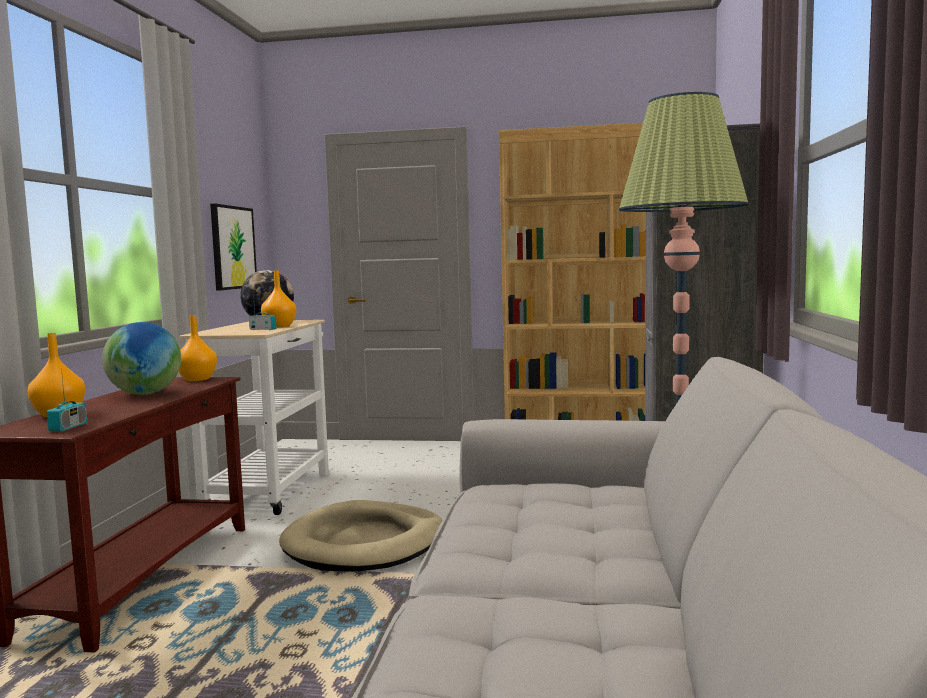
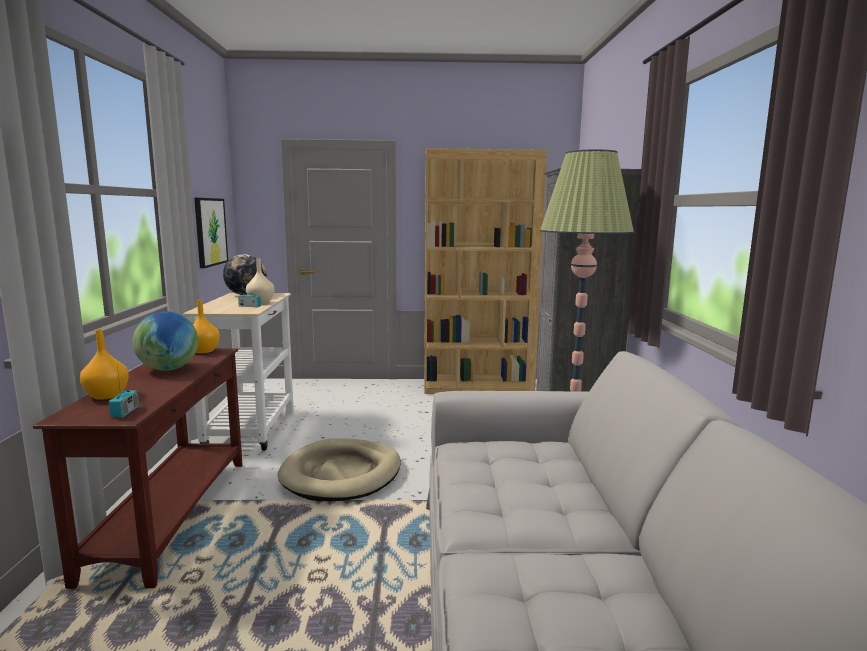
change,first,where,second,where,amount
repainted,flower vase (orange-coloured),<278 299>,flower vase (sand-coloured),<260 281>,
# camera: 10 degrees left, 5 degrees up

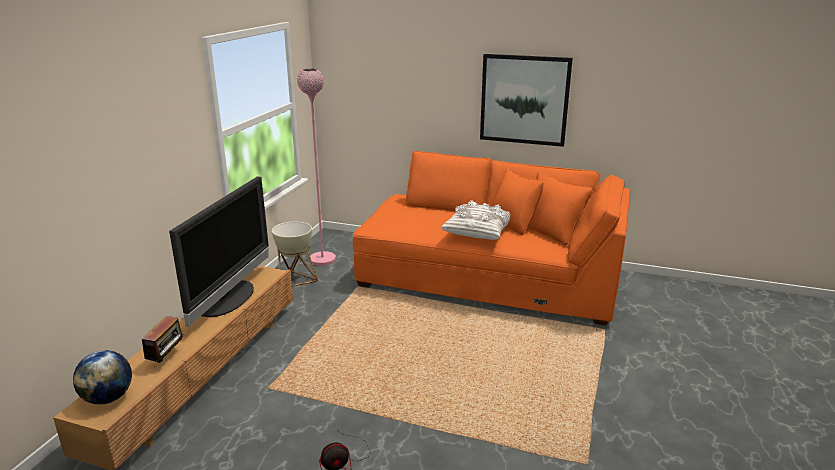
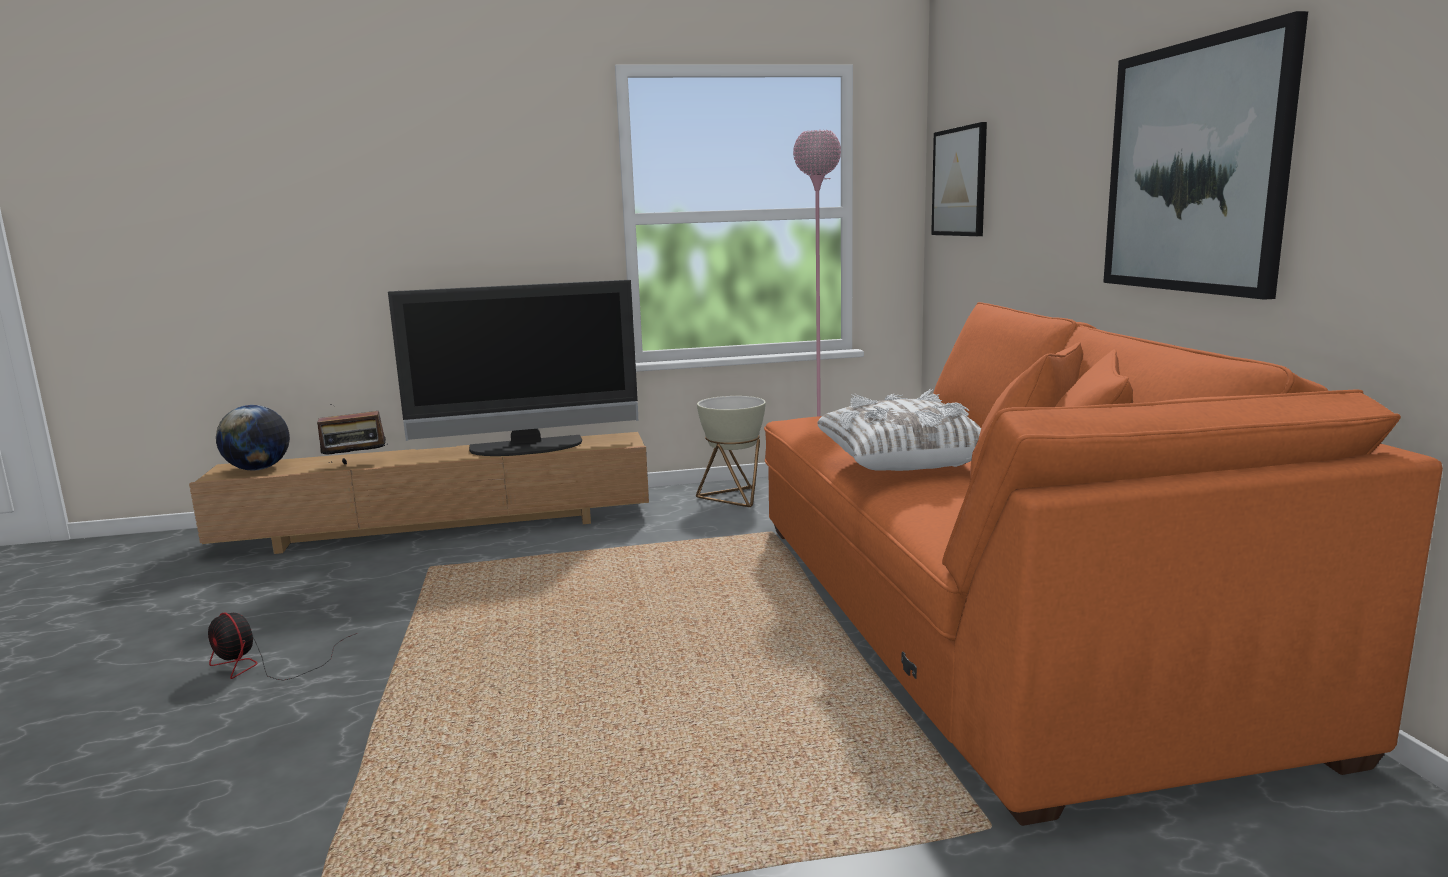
change,first,where,second,where,amount
new,,,wall picture,<959 179>,
# camera: 60 degrees right, 10 degrees down

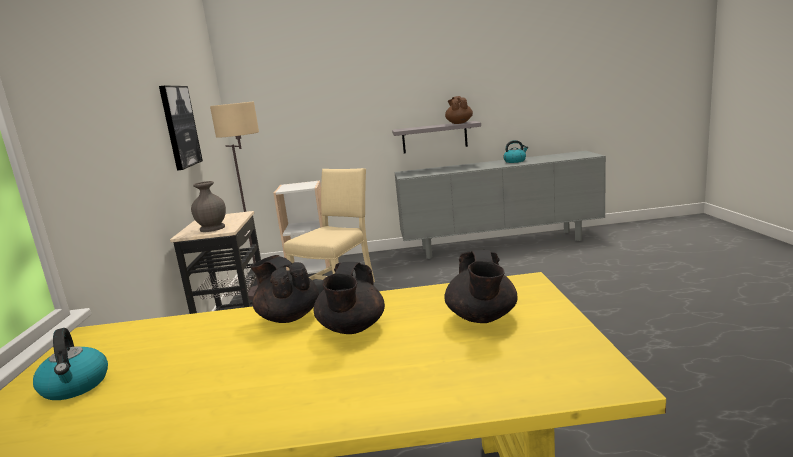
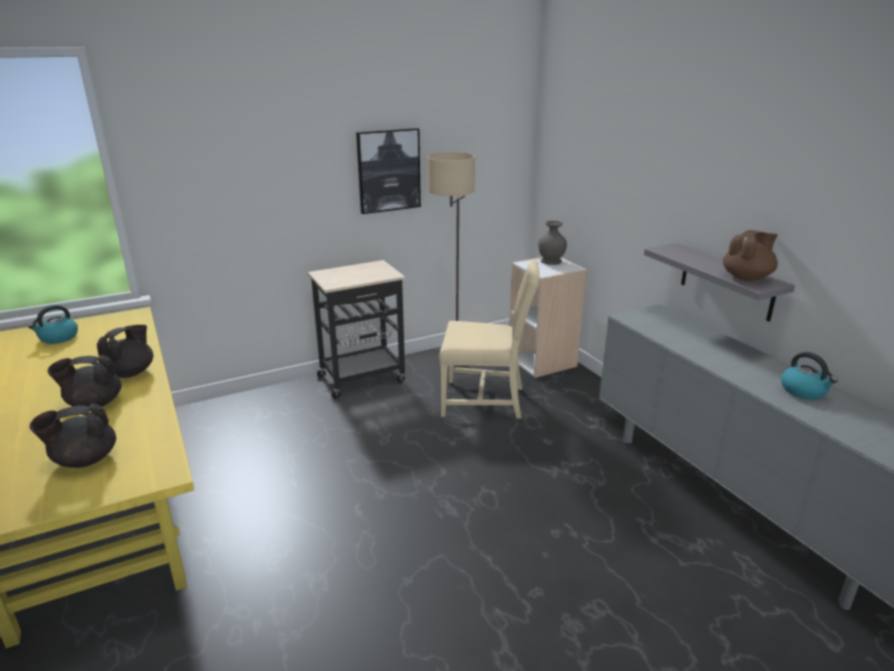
change,first,where,second,where,amount
shifted,flower vase (gray),<208 206>,,<552 243>,
# camera: 65 degrees right, 10 degrees up

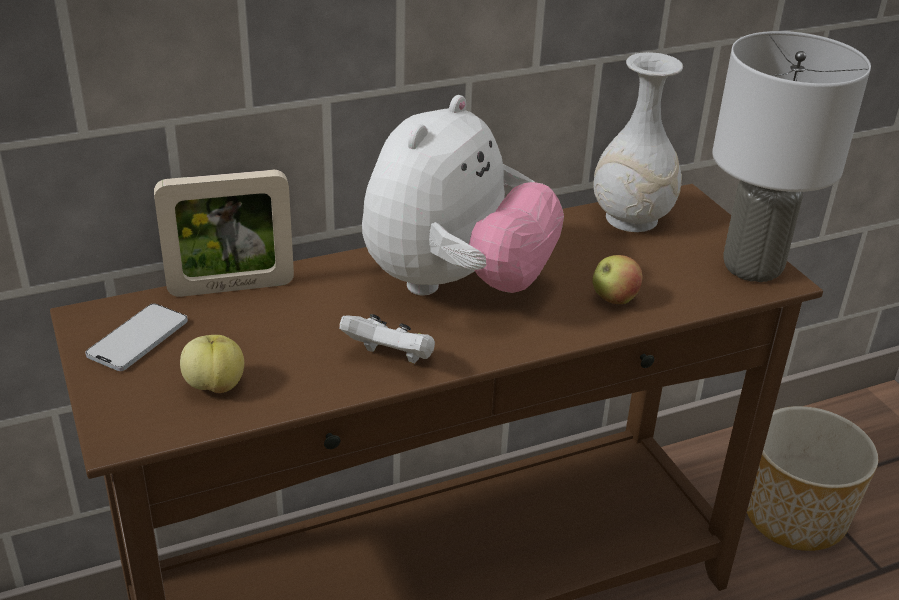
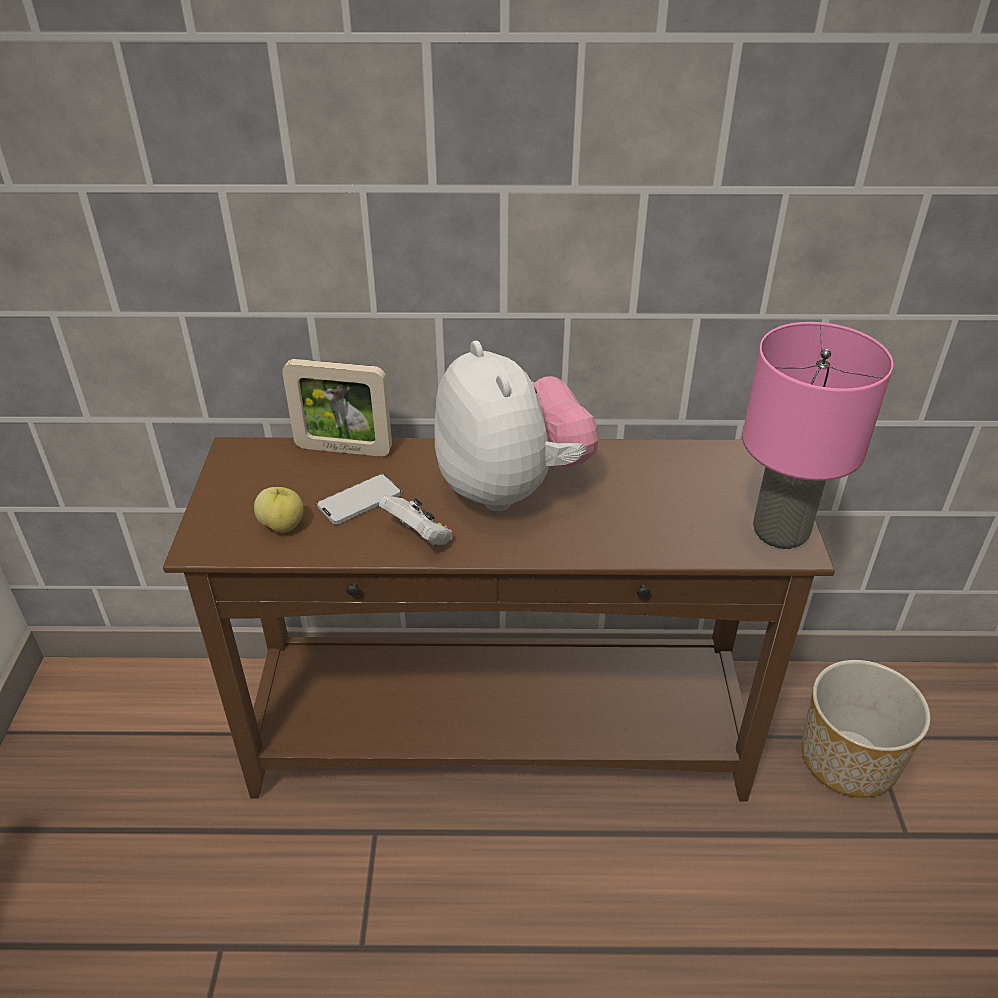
change,first,where,second,where,amount
shifted,handset,<136 337>,,<359 499>,
rotated,plush toy,<463 195>,,<516 426>,75 degrees counterclockwise
gone,whole apple,<617 279>,,,
gone,flower vase (white),<638 142>,,,
repainted,lamp for a table (white),<791 156>,lamp for a table (pinkish),<817 435>,
# camera: 25 degrees right, 5 degrees up

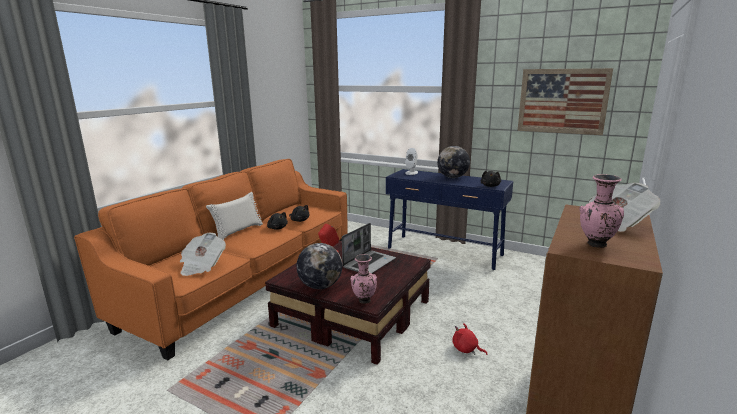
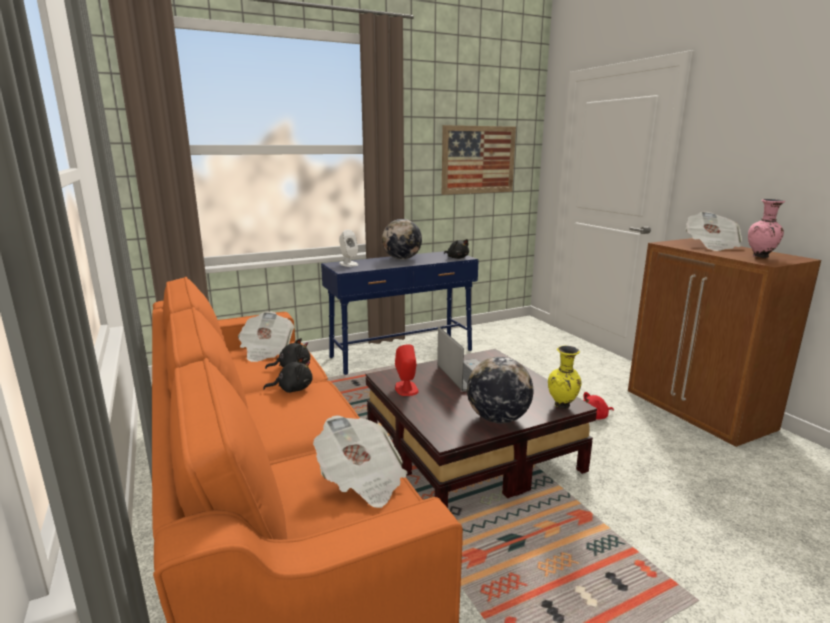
change,first,where,second,where,amount
gone,cushion (white),<234 216>,,,
repainted,flower vase (pinkish),<364 279>,flower vase (yellow-coloured),<564 377>,
new,,,daily paper,<266 337>,
# camera: 55 degrees left, 0 degrees up

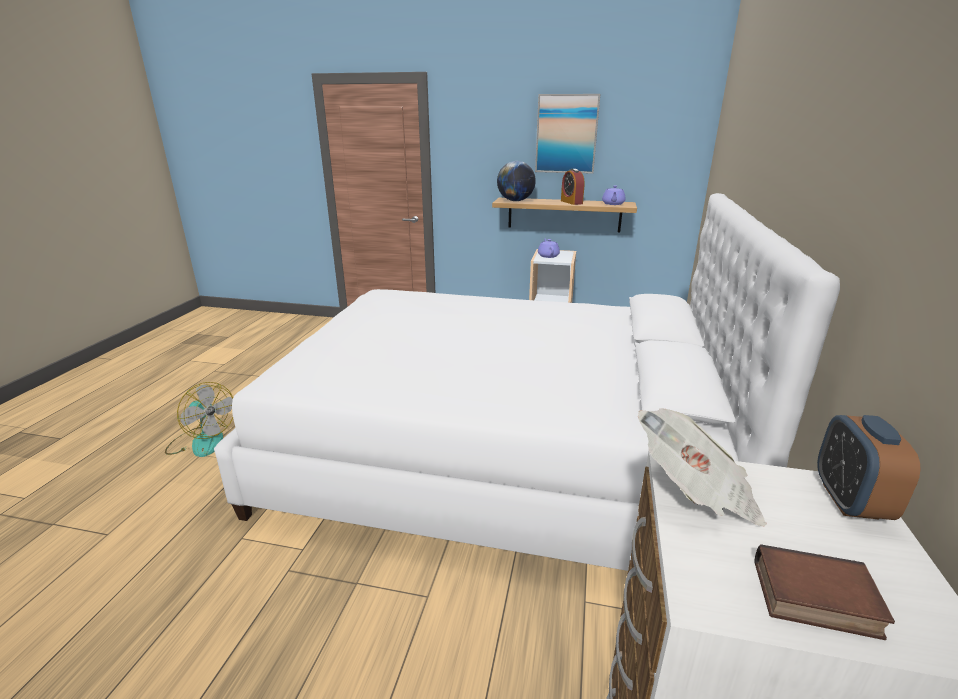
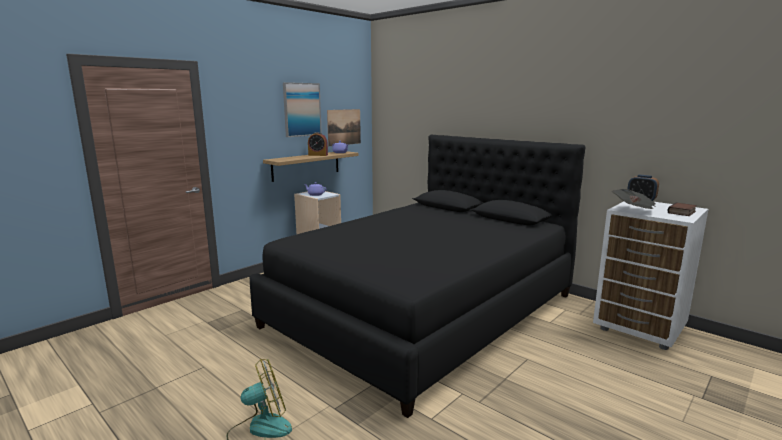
change,first,where,second,where,amount
repainted,sleeping bed (white),<527 382>,sleeping bed (black),<417 276>,
gone,world globe,<516 181>,,,
new,,,wall picture,<344 127>,
# camera: 60 degrees left, 10 degrees down

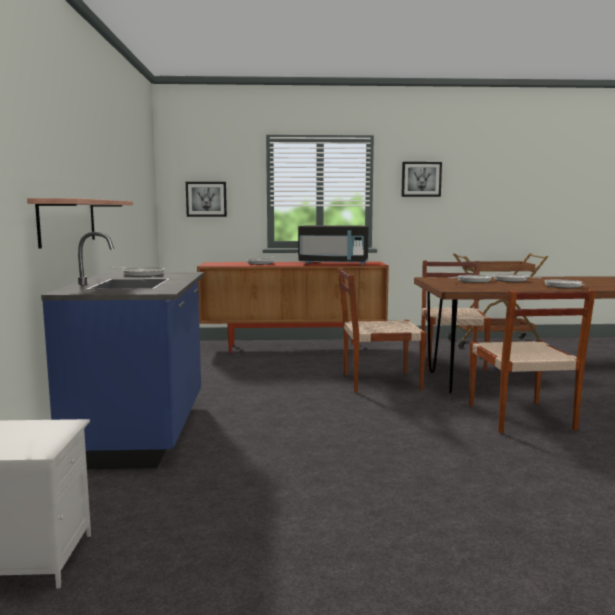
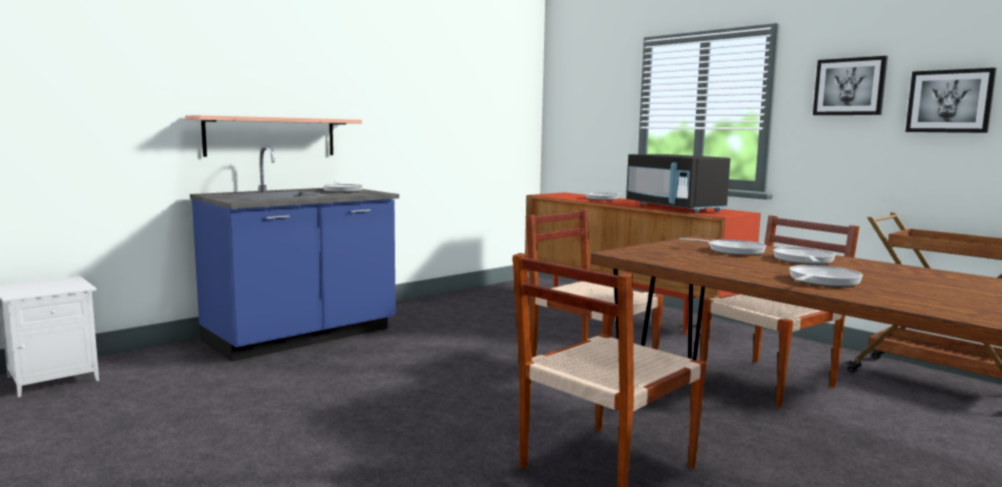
change,first,where,second,where,amount
shifted,wall picture,<206 199>,,<950 100>,
# camera: 50 degrees right, 0 degrees up

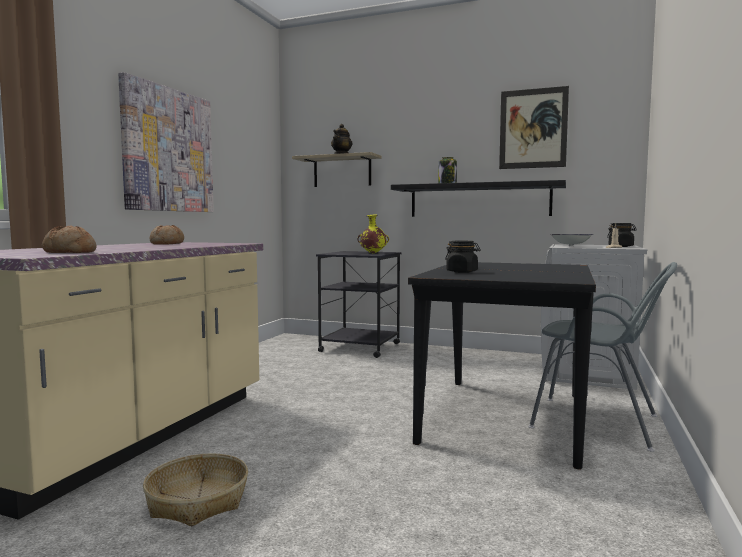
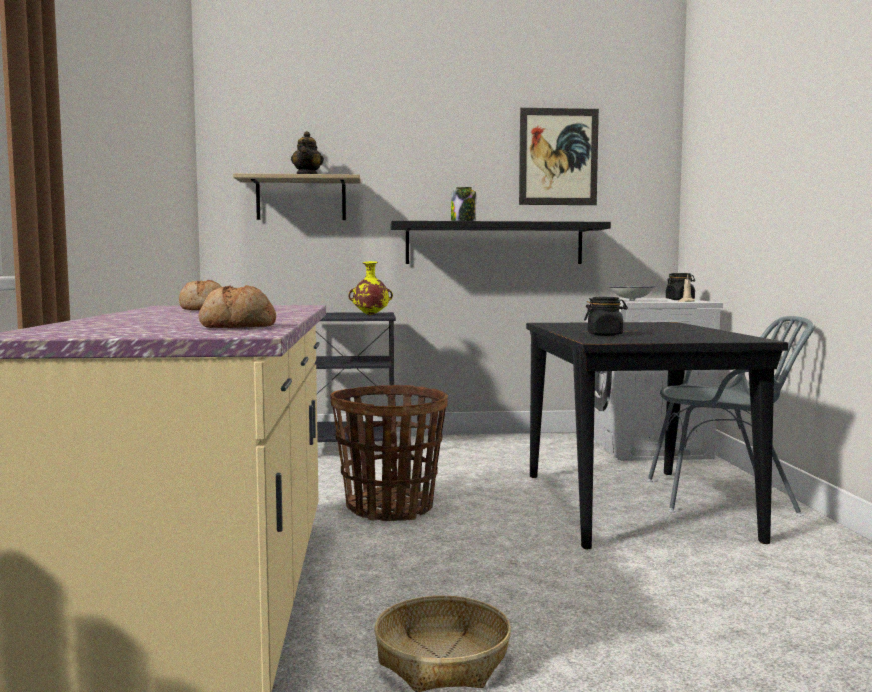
change,first,where,second,where,amount
gone,wall picture,<166 142>,,,
new,,,storage basket,<389 453>,
# camera: 25 degrees left, 0 degrees up

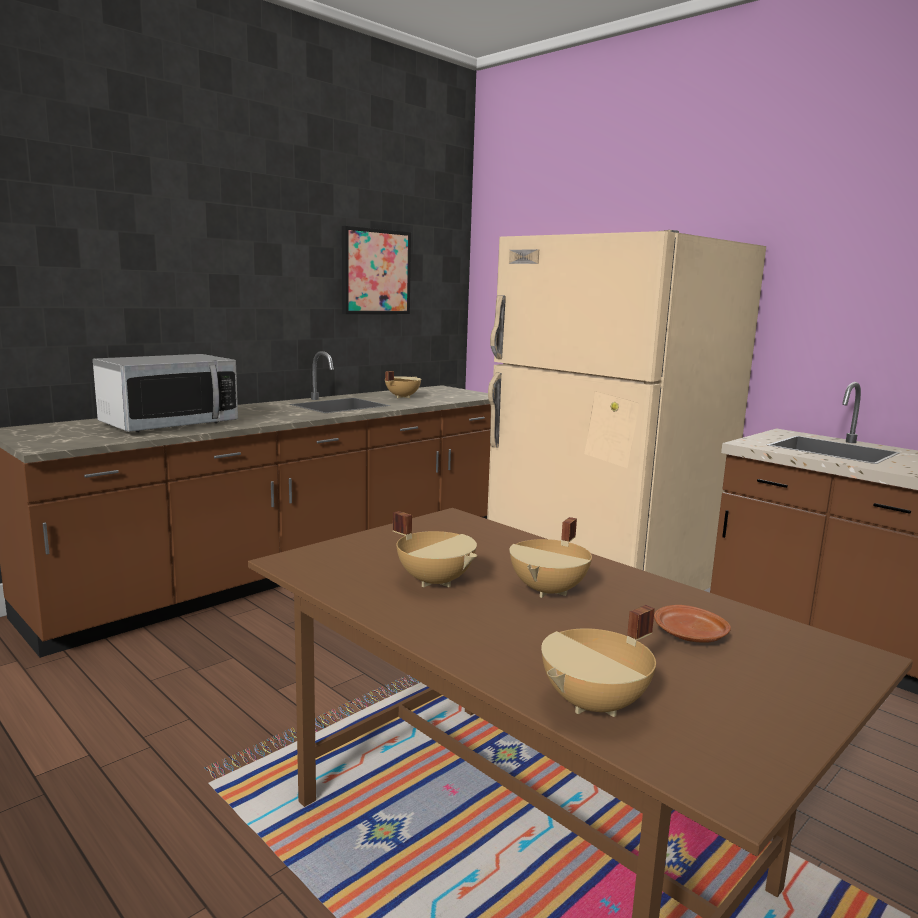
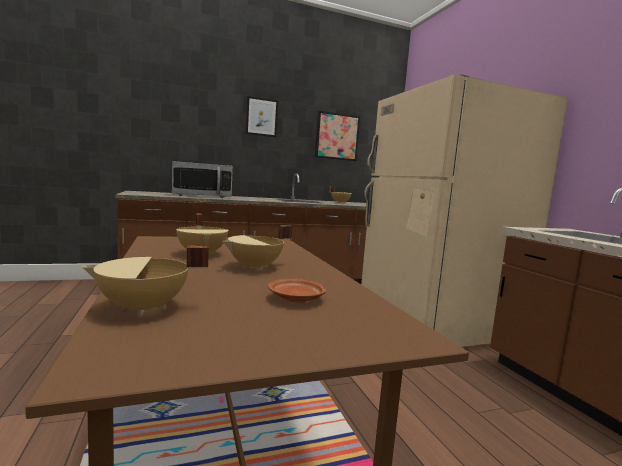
change,first,where,second,where,amount
new,,,wall picture,<261 116>,
# camera: 25 degrees right, 5 degrees down

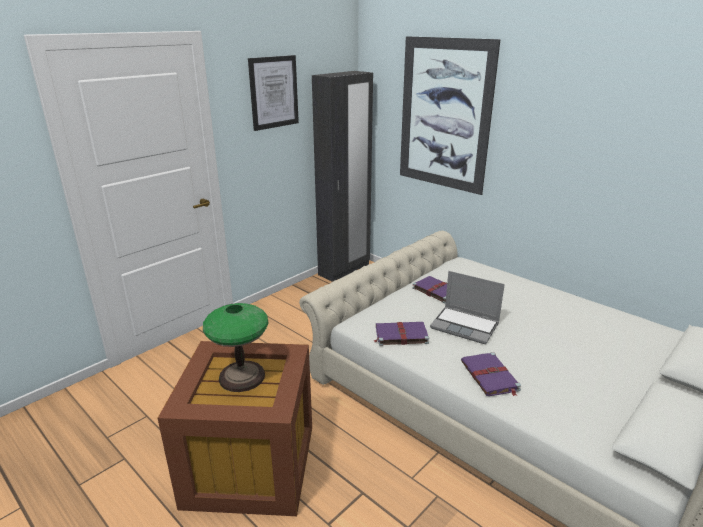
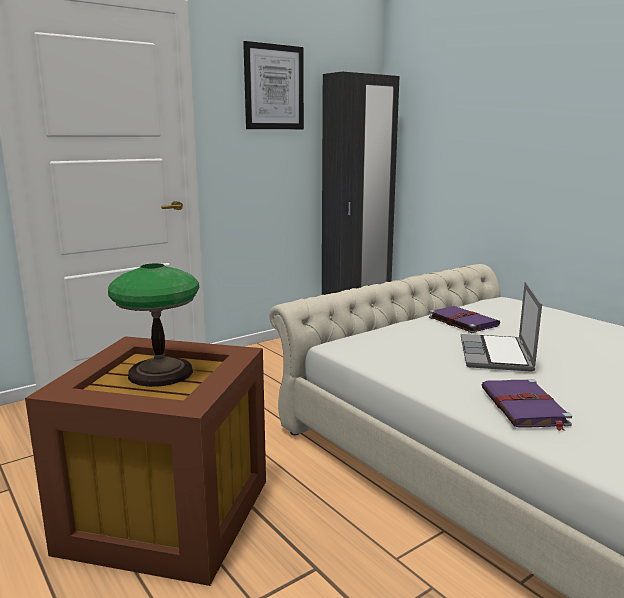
change,first,where,second,where,amount
gone,bound book (purple-coloured),<401 334>,,,
gone,wall picture,<450 115>,,,
rotated,notebook computer,<467 307>,,<501 327>,60 degrees clockwise
# camera: 10 degrees right, 10 degrees down

